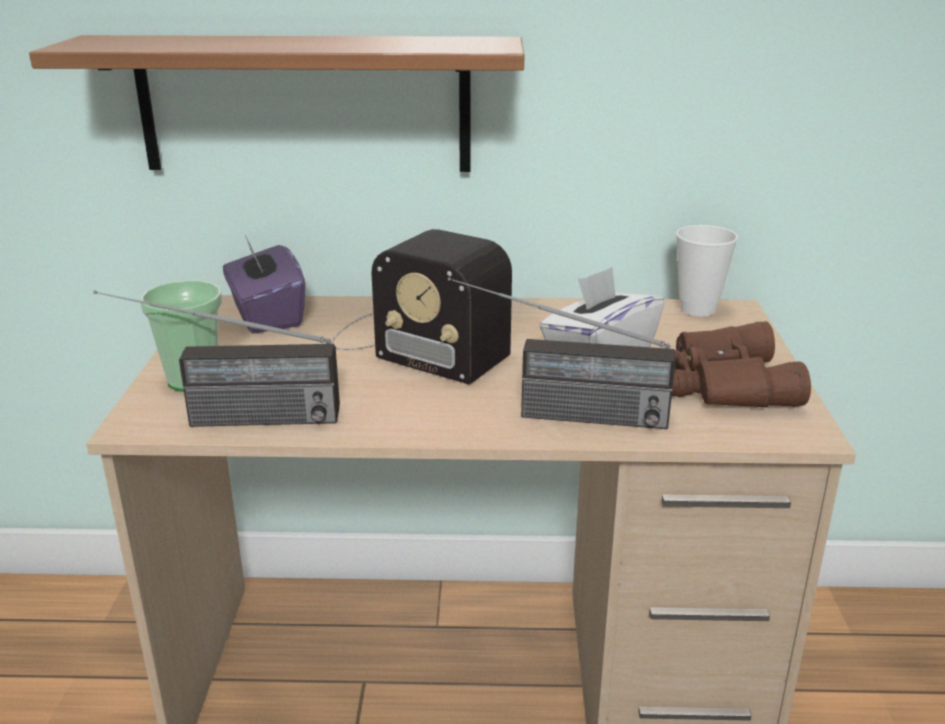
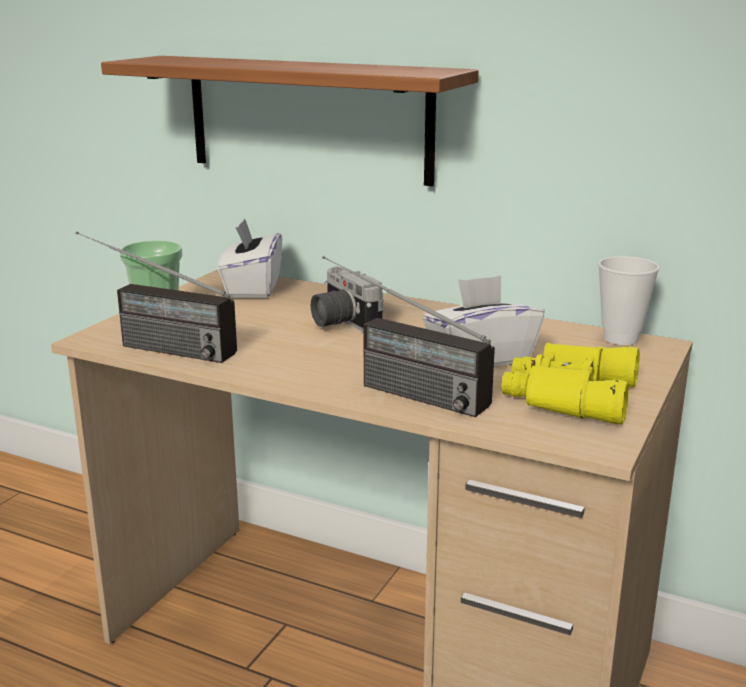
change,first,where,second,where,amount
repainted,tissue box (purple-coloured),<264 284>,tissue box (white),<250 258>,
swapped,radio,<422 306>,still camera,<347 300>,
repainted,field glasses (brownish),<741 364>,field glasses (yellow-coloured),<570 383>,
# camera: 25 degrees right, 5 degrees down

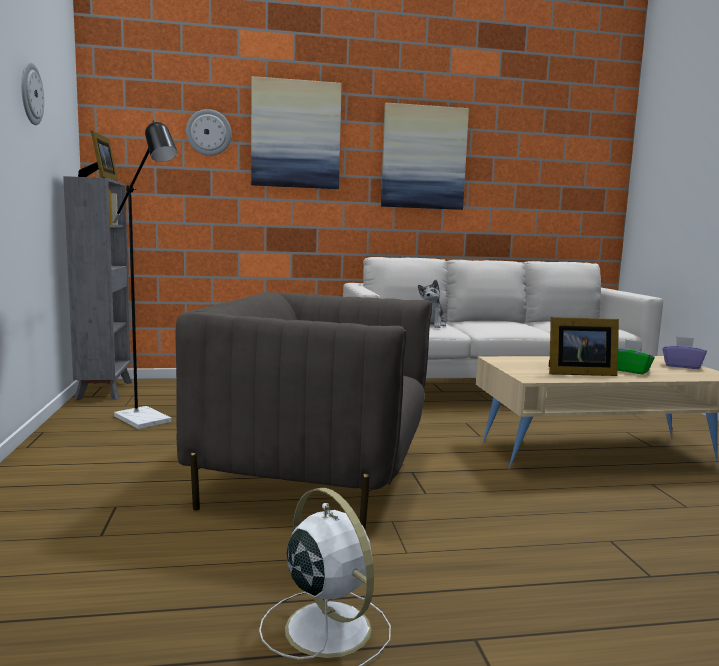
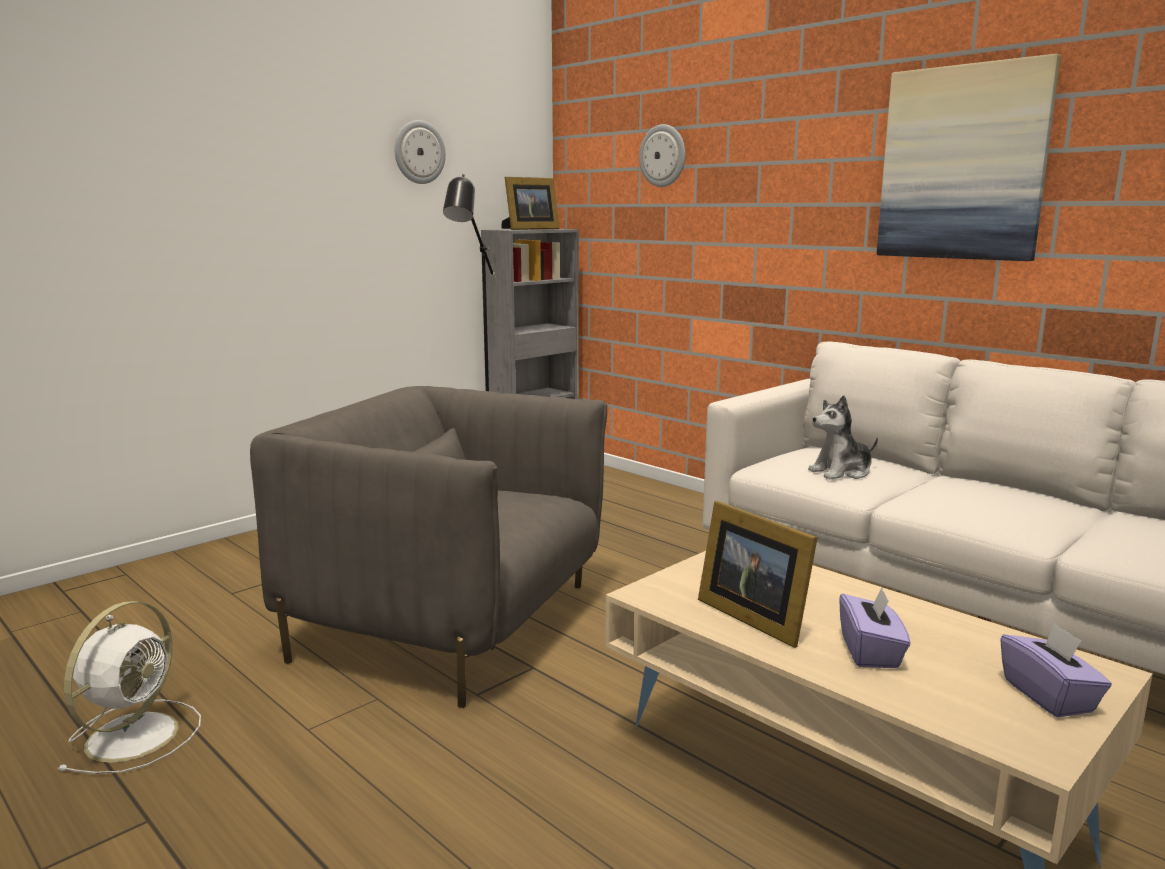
change,first,where,second,where,amount
rotated,armchair (gray),<303 411>,,<428 547>,45 degrees counterclockwise
gone,wall picture,<296 132>,,,
repainted,tissue box (greenish),<636 357>,tissue box (purple-coloured),<875 627>,
# camera: 55 degrees right, 5 degrees up

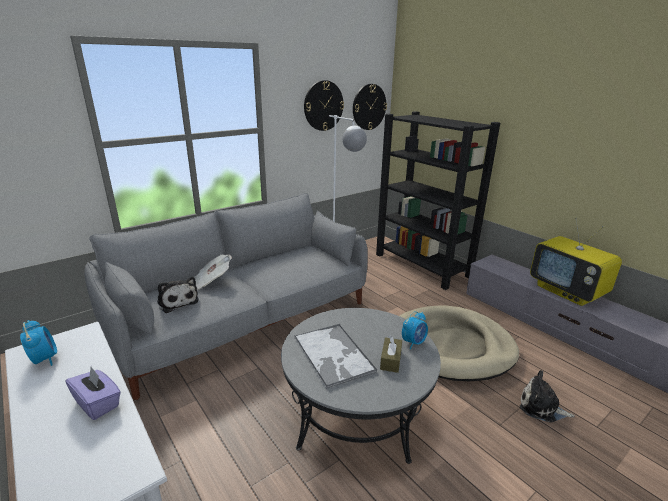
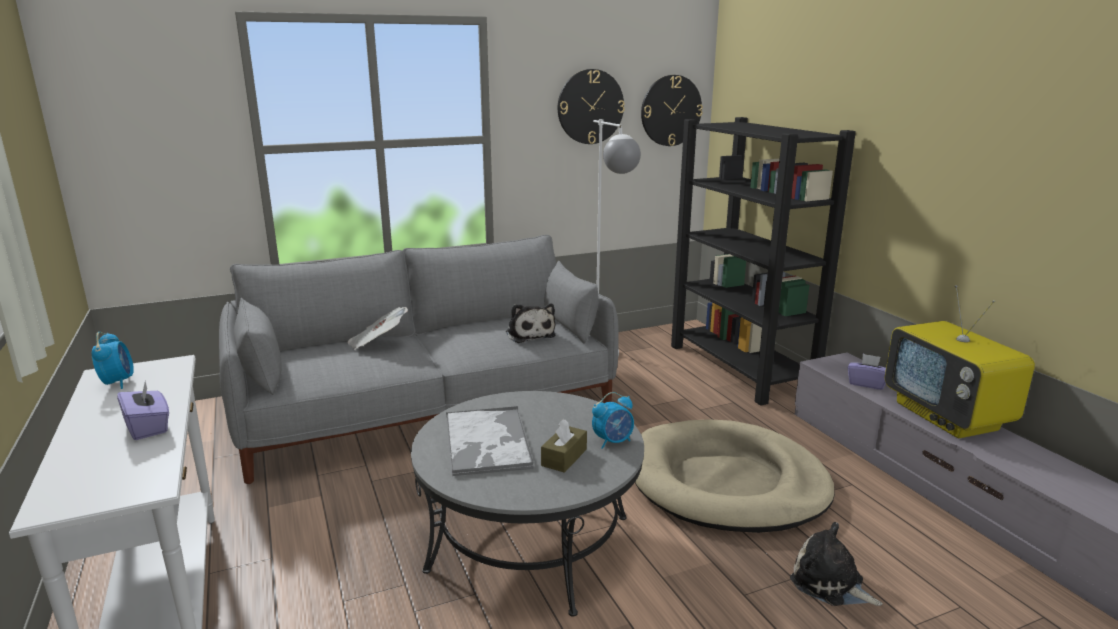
change,first,where,second,where,amount
shifted,plush toy,<178 295>,,<531 323>,
new,,,tissue box (purple-coloured),<867 372>,
# camera: 15 degrees right, 5 degrees down

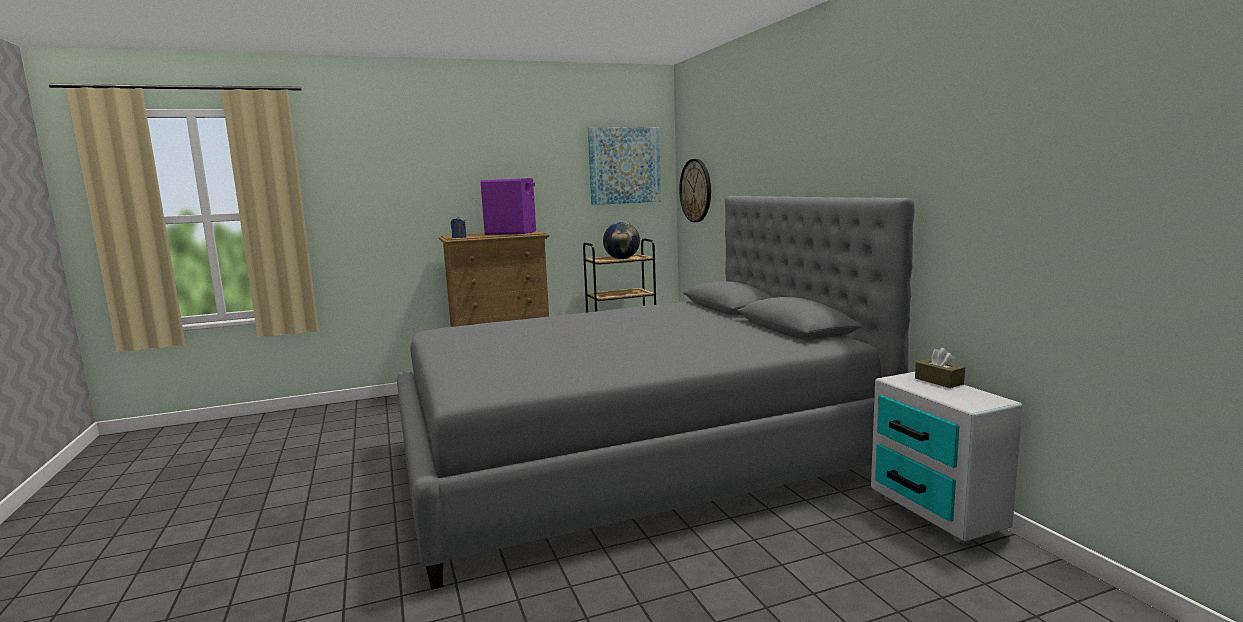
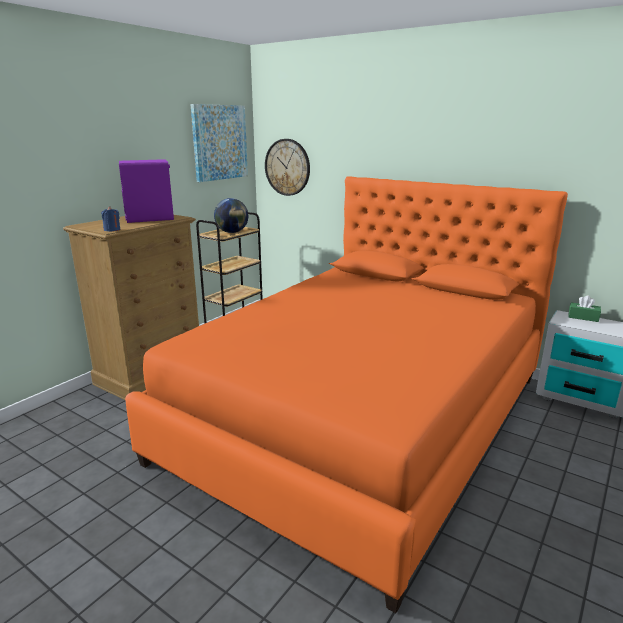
change,first,where,second,where,amount
repainted,sleeping bed (gray),<656 393>,sleeping bed (orange-coloured),<346 394>,
repainted,tissue box (brownish),<940 368>,tissue box (greenish),<584 308>,
# camera: 35 degrees left, 10 degrees up

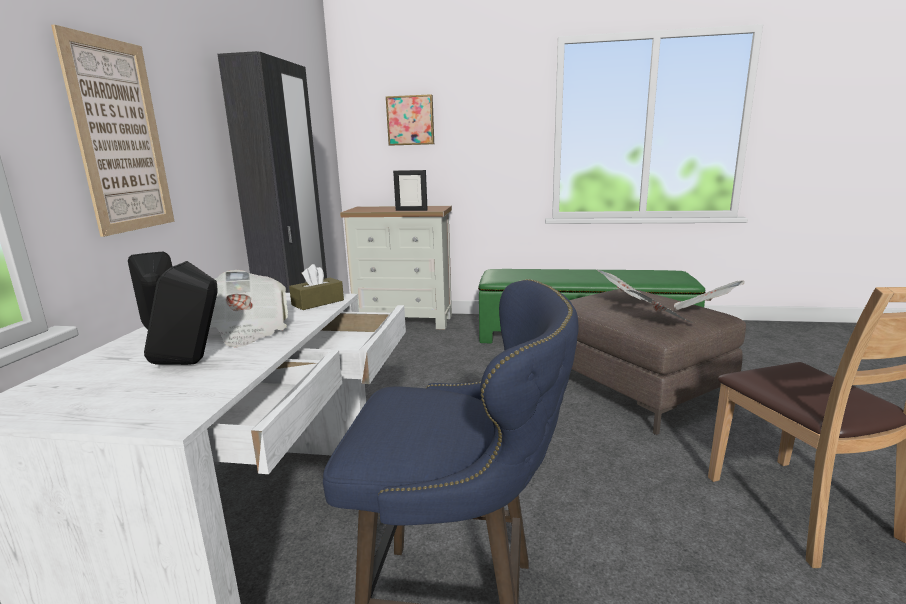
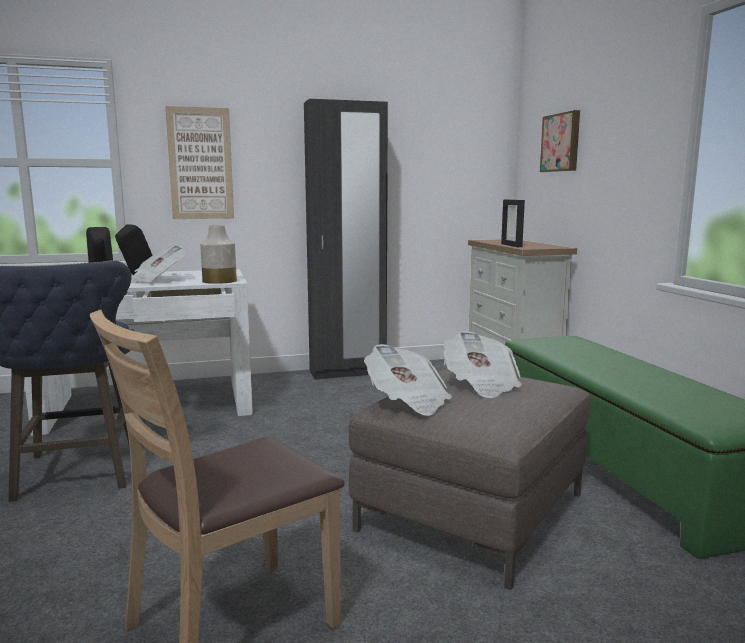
change,first,where,second,where,amount
swapped,tissue box (brownish),<316 287>,flower vase (sand-coloured),<218 254>,
gone,daily paper,<709 295>,,,
# camera: 65 degrees right, 5 degrees down

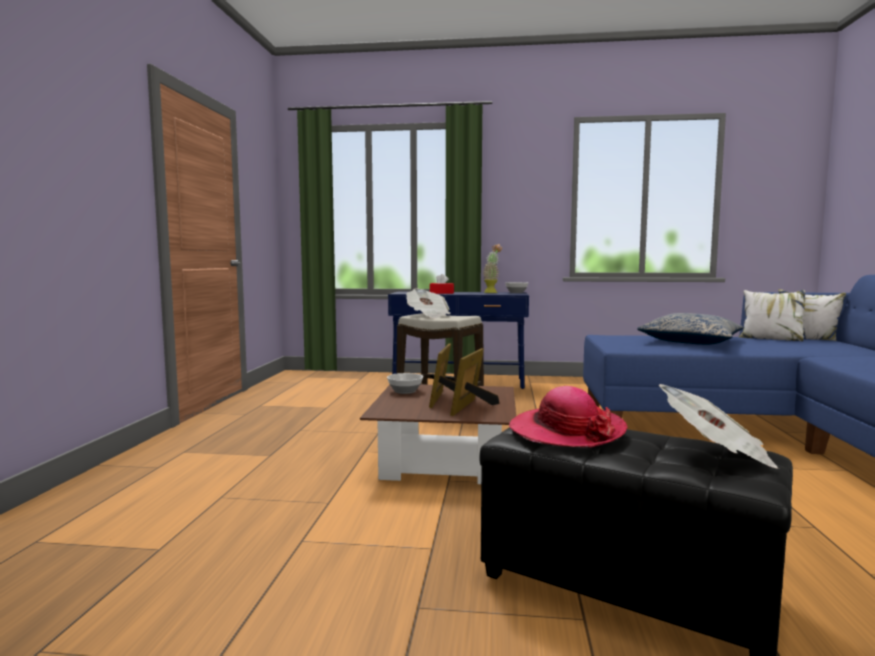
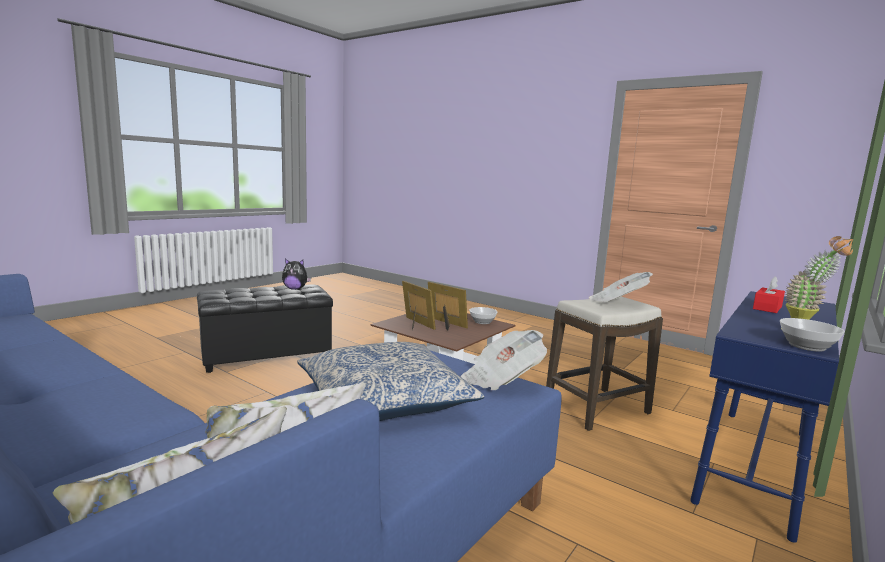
change,first,where,second,where,amount
swapped,clothing hat,<568 416>,plush toy,<296 274>,
shifted,daily paper,<719 426>,,<503 360>,
# camera: 120 degrees right, 5 degrees up

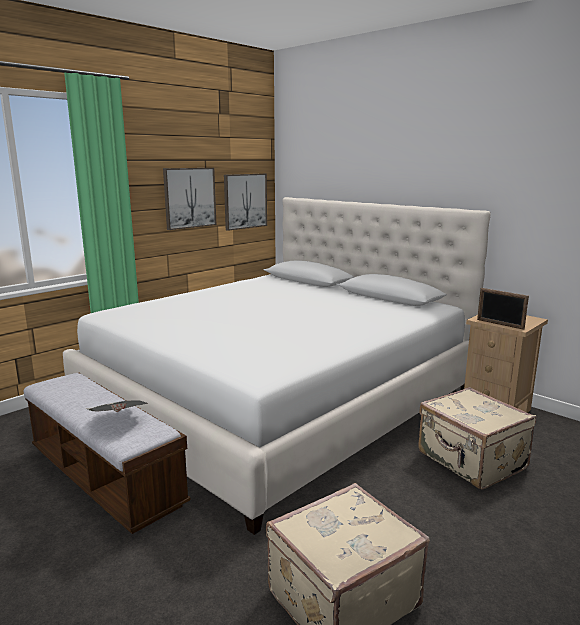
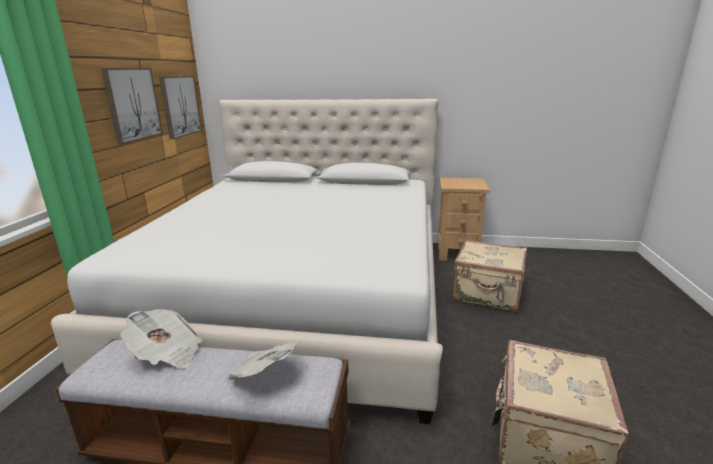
change,first,where,second,where,amount
gone,picture frame,<503 309>,,,
new,,,daily paper,<161 339>,
# camera: 35 degrees left, 5 degrees up

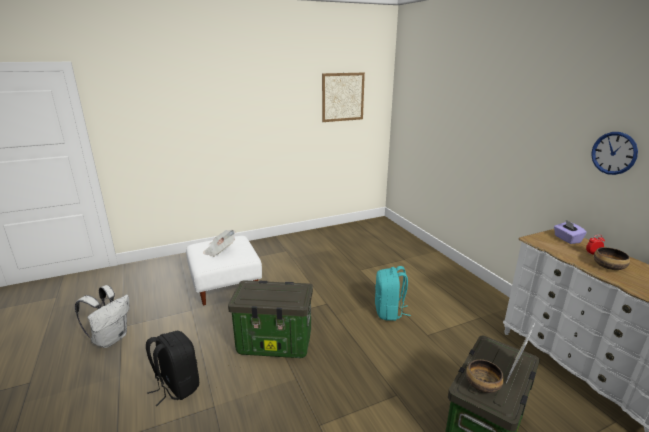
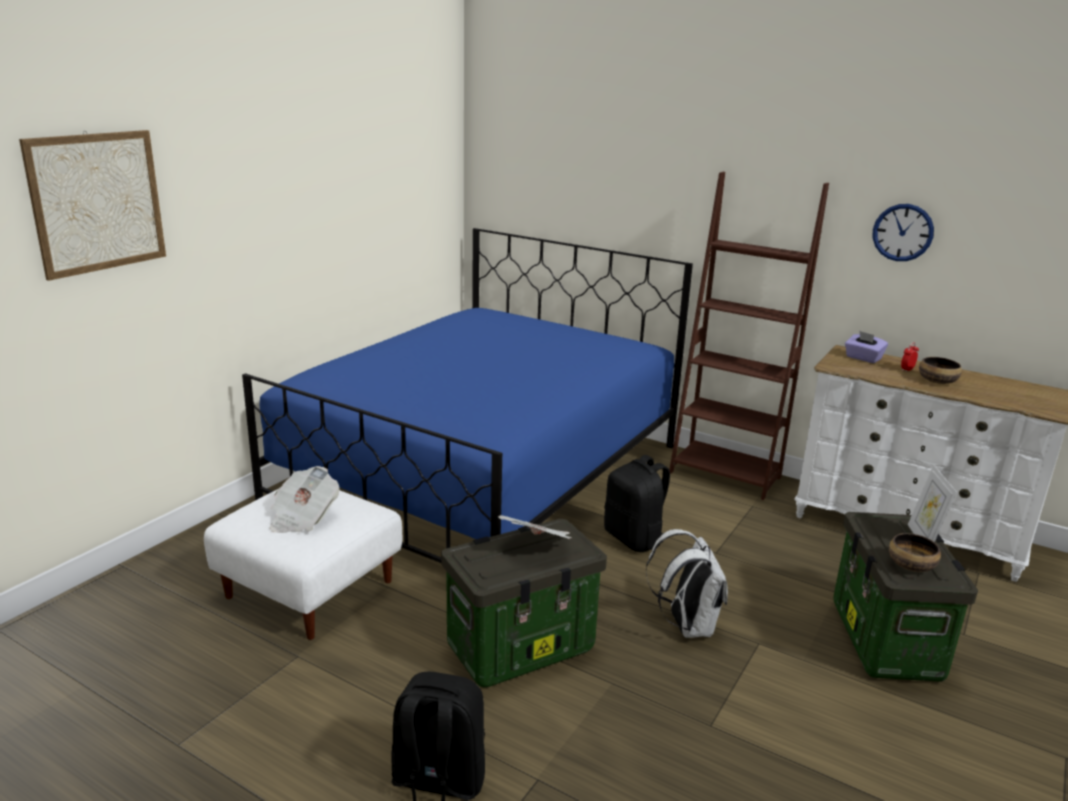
change,first,where,second,where,amount
shifted,knapsack (white),<102 316>,,<686 583>,
shifted,wall picture,<343 97>,,<92 205>,
repainted,knapsack (blue-green),<393 293>,knapsack (black),<637 503>,
new,,,sleeping bed (blue-coloured),<467 395>,
new,,,daily paper,<534 527>,
new,,,shelving unit (brownish),<749 336>,
# camera: 35 degrees left, 0 degrees up

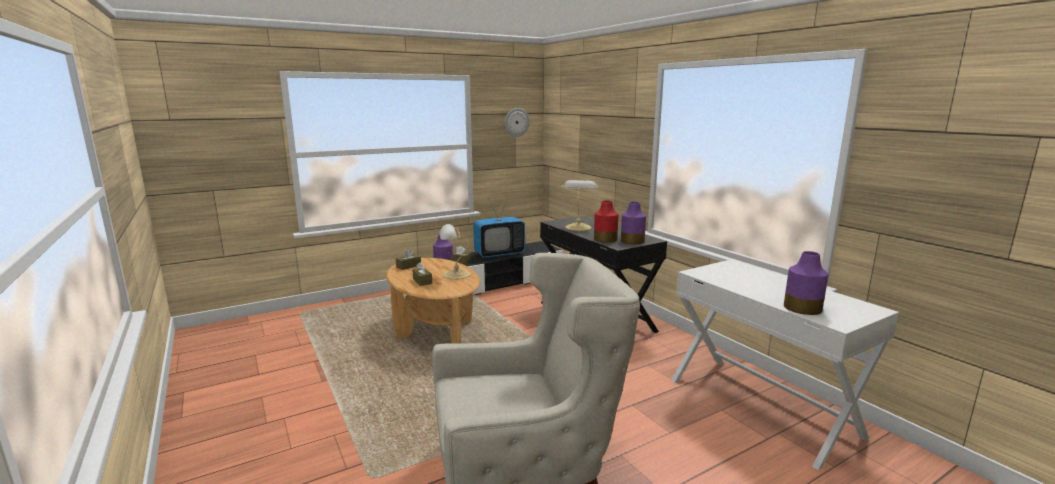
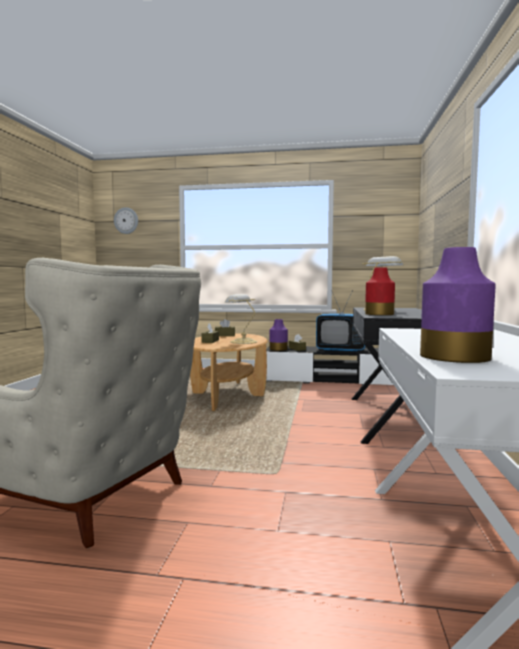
change,first,where,second,where,amount
shifted,clock on the wall,<517 122>,,<126 220>,
gone,flower vase (purple-coloured),<633 223>,,,
# camera: 40 degrees right, 10 degrees down

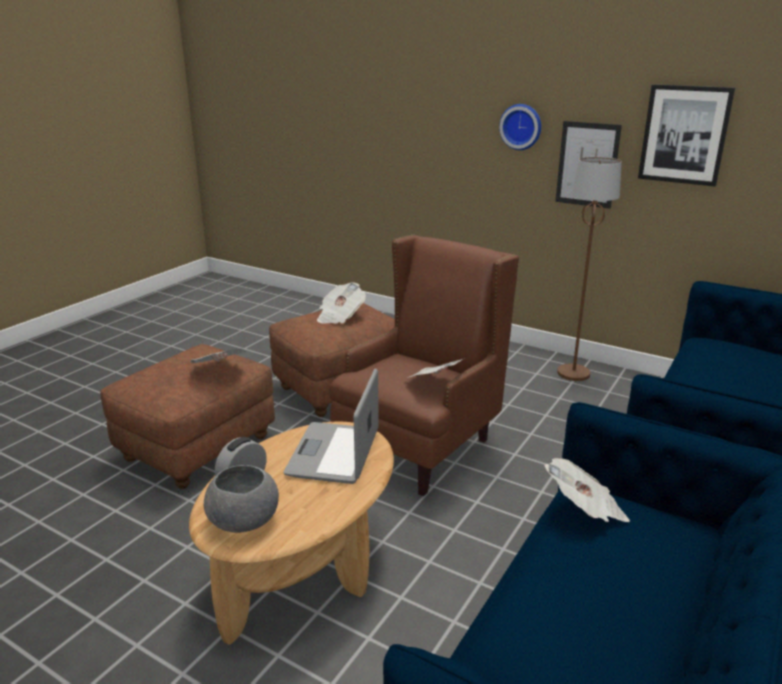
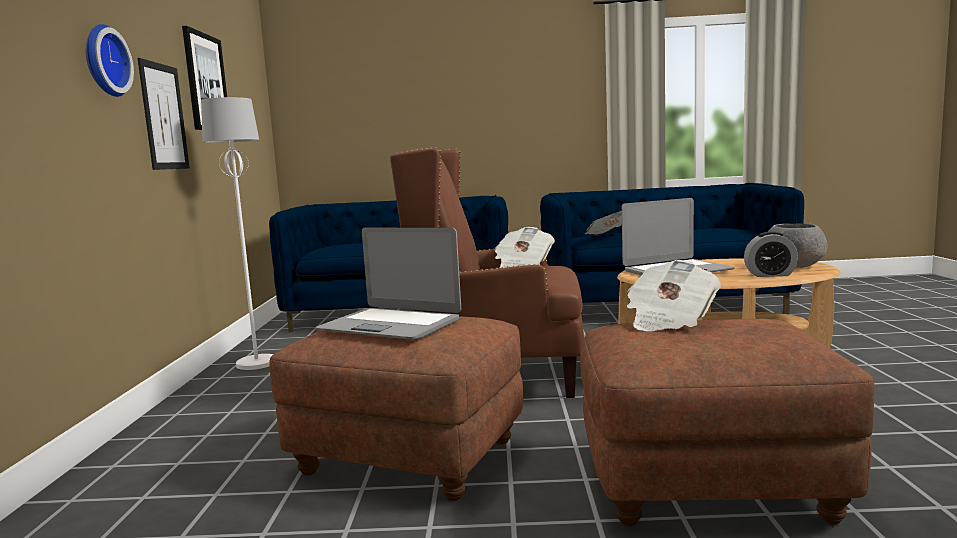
change,first,where,second,where,amount
swapped,daily paper,<341 303>,notebook computer,<388 284>,
repainted,standing lamp (brownish),<589 269>,standing lamp (white),<237 233>,
# camera: 120 degrees left, 15 degrees down

